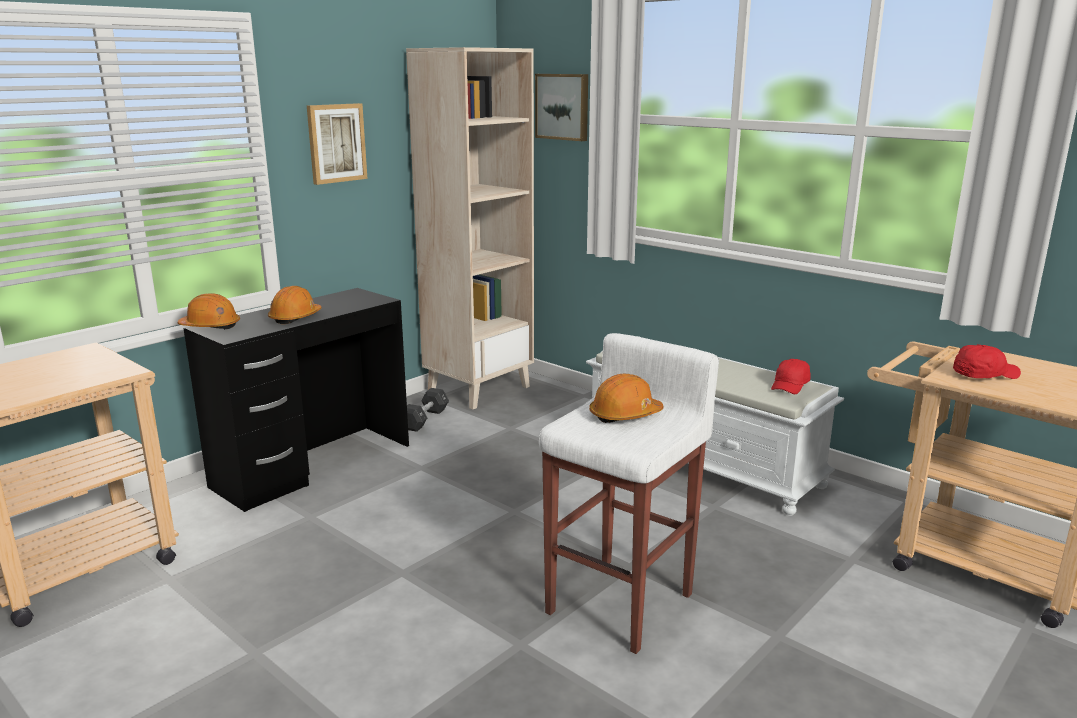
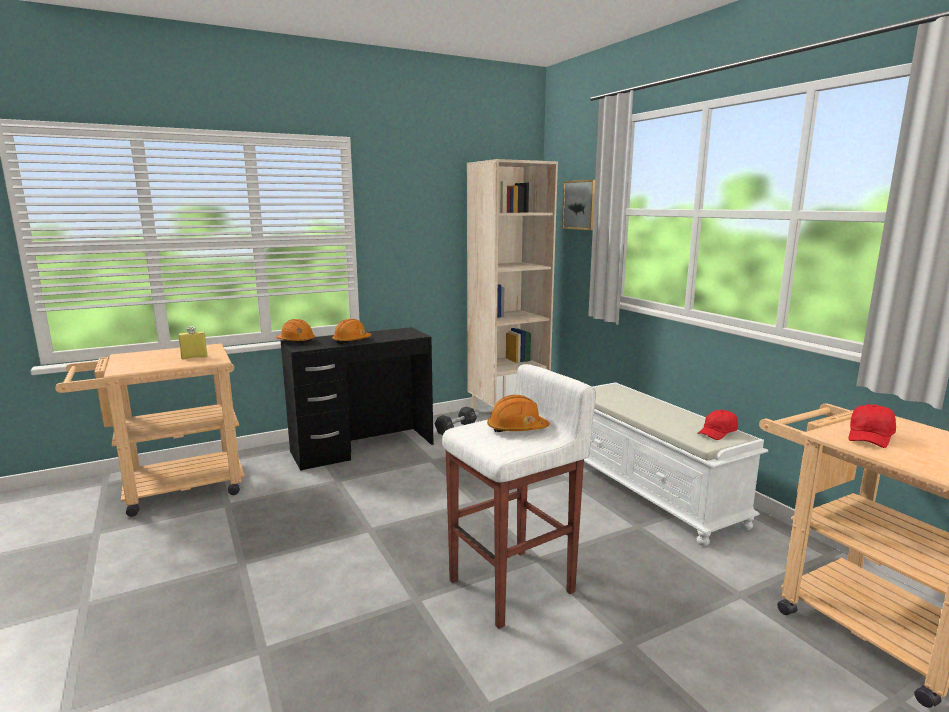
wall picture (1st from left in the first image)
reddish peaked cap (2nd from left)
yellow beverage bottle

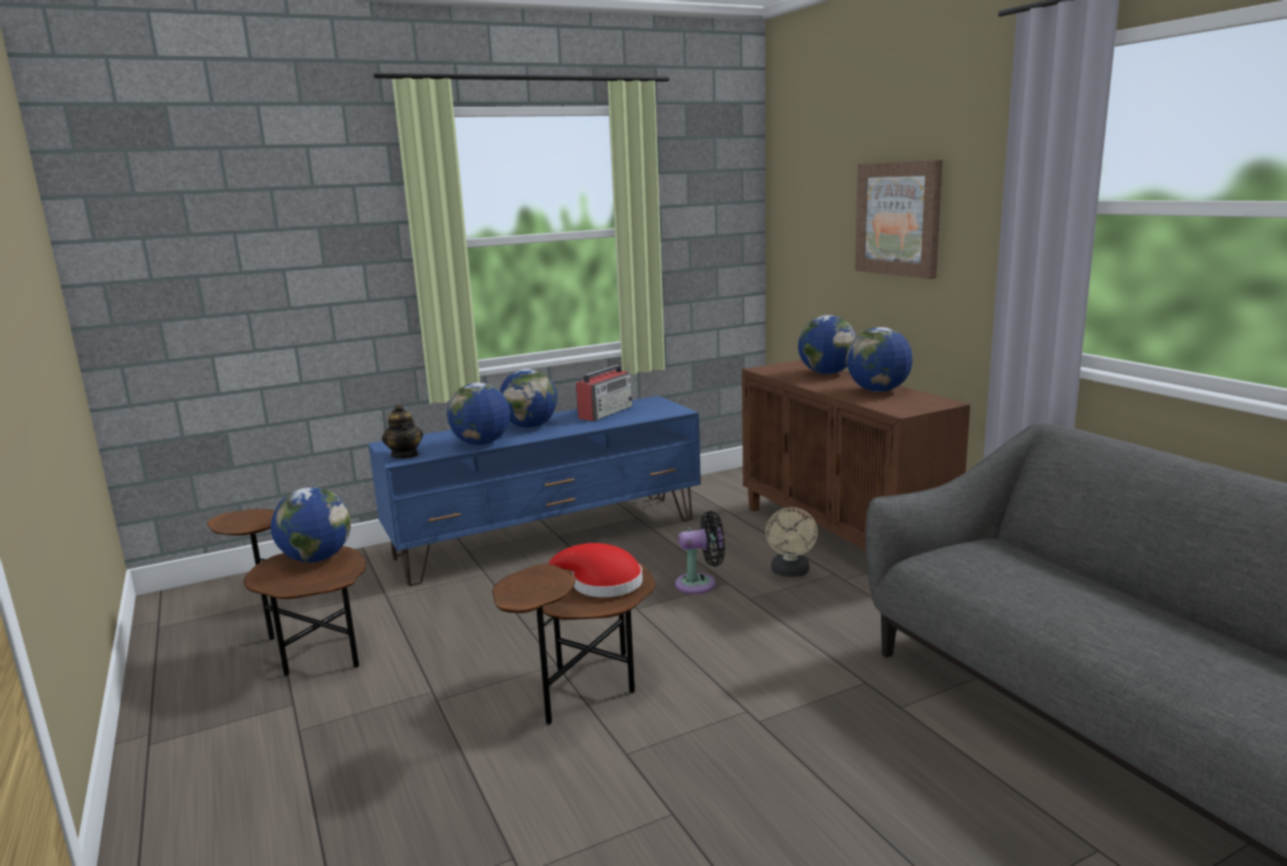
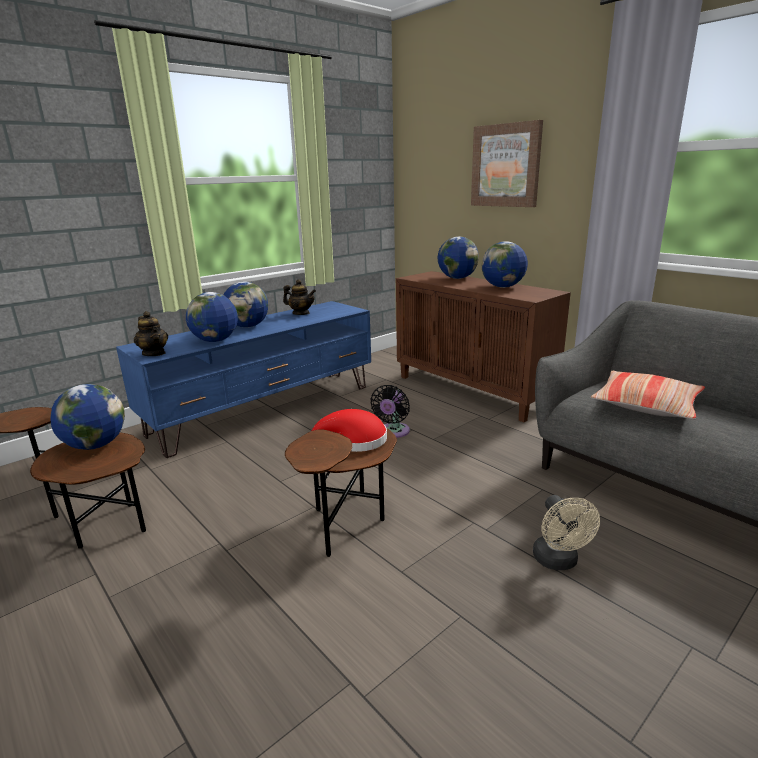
teapot (2nd from left)
sand-coloured cooling fan
blackish cooling fan
cushion

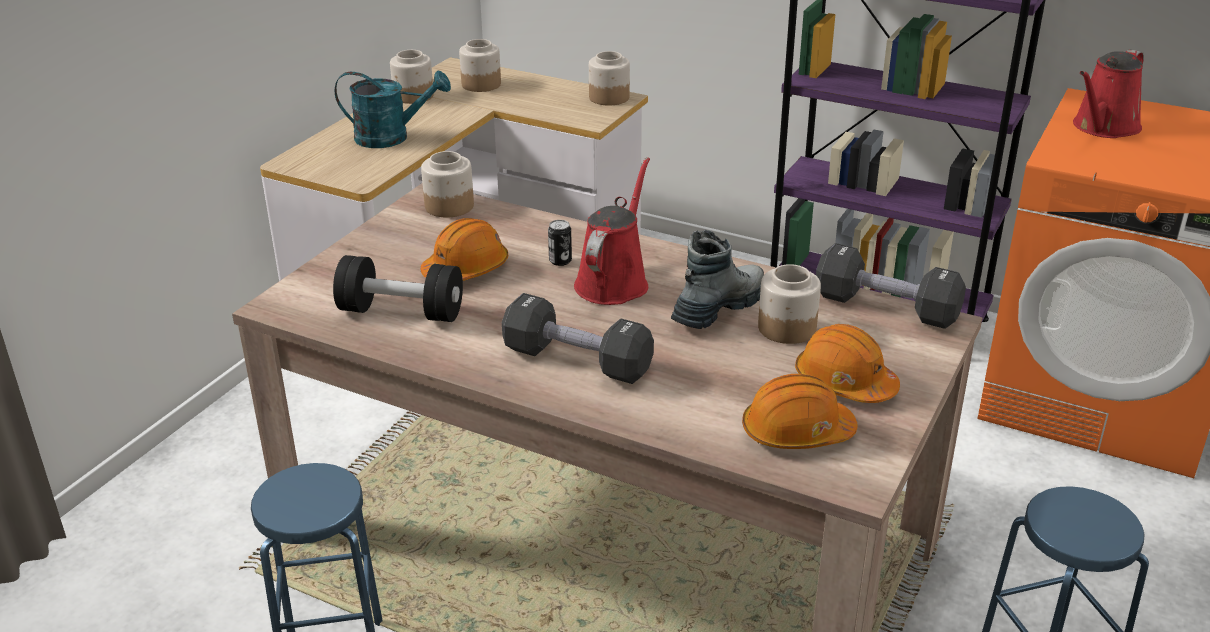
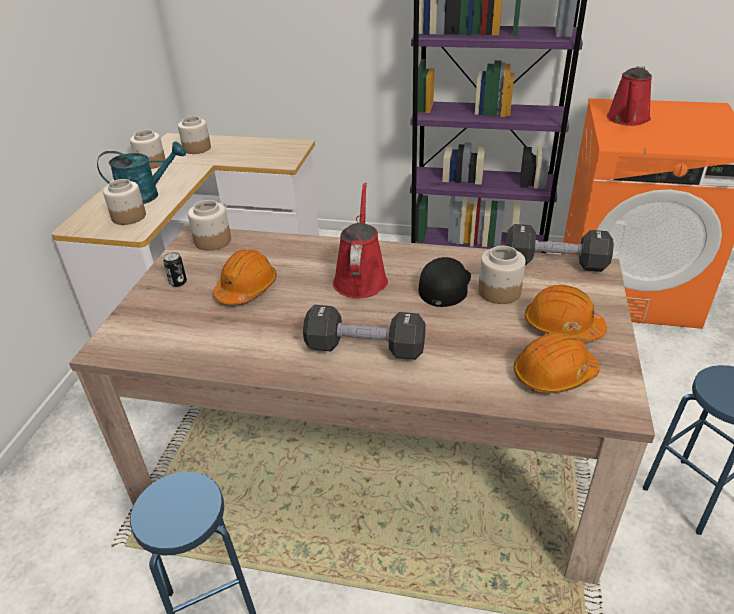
preserve jar (1st from left)
metal can
blackish peaked cap
blackish free weight (1st from left in the first image)

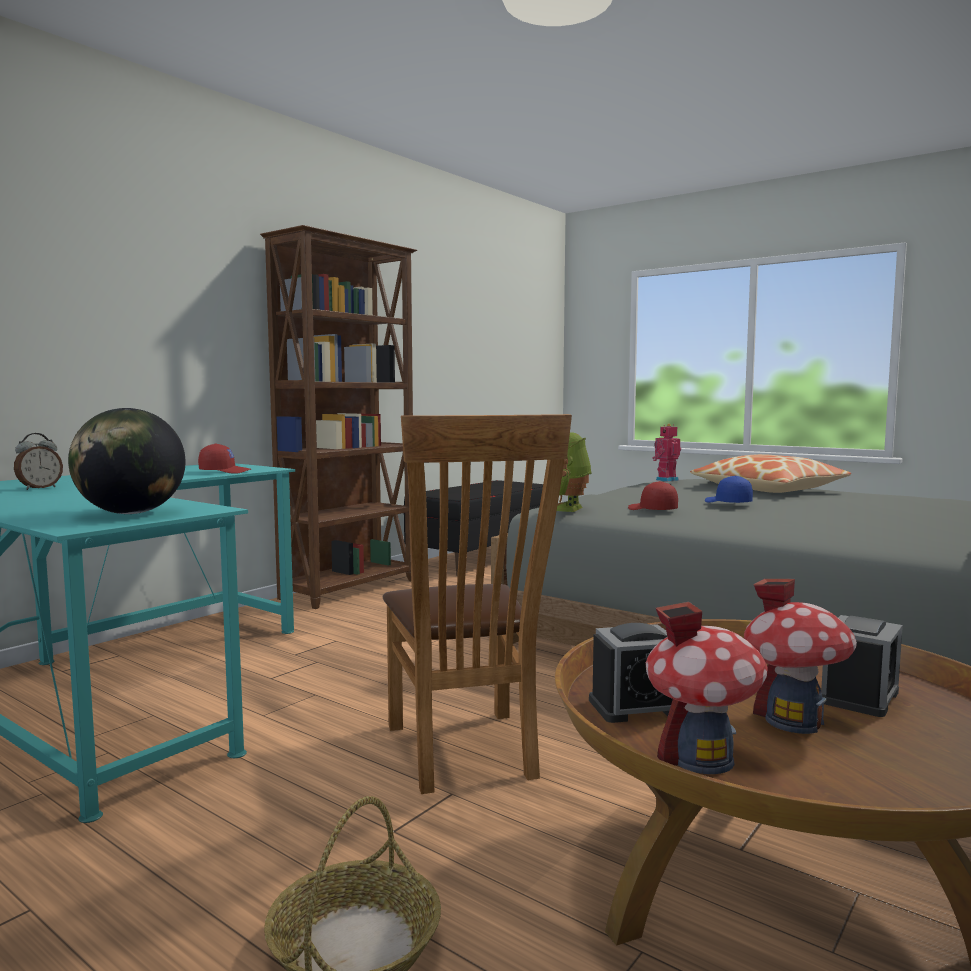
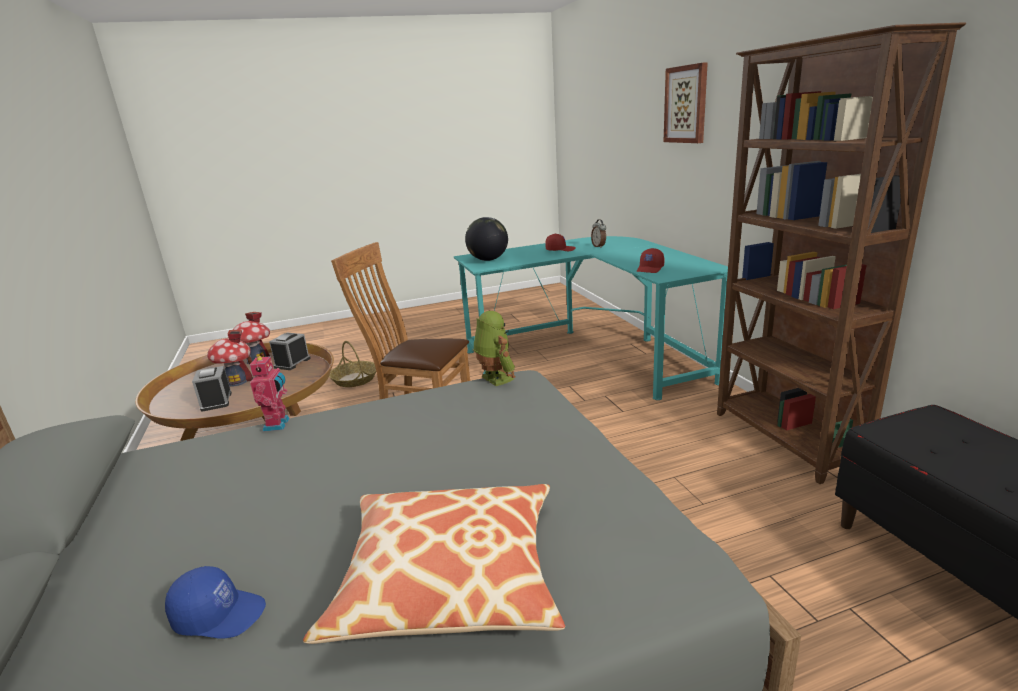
model robot (1st from left)
bluish peaked cap
reddish peaked cap (1st from left)
wall picture

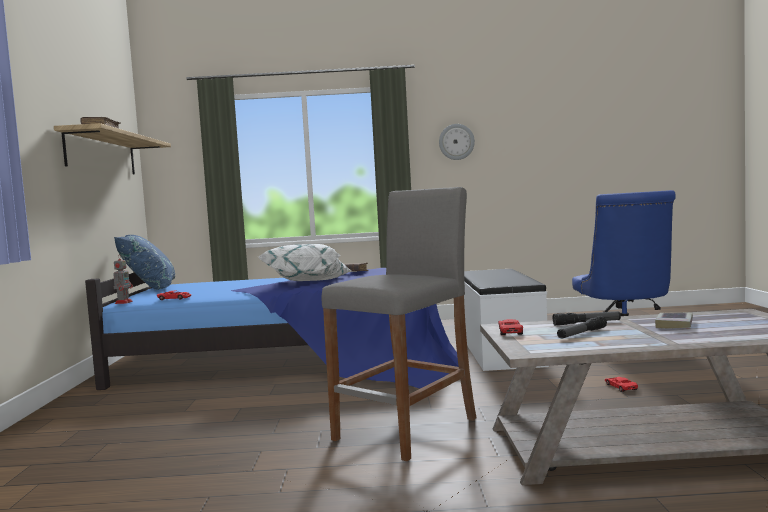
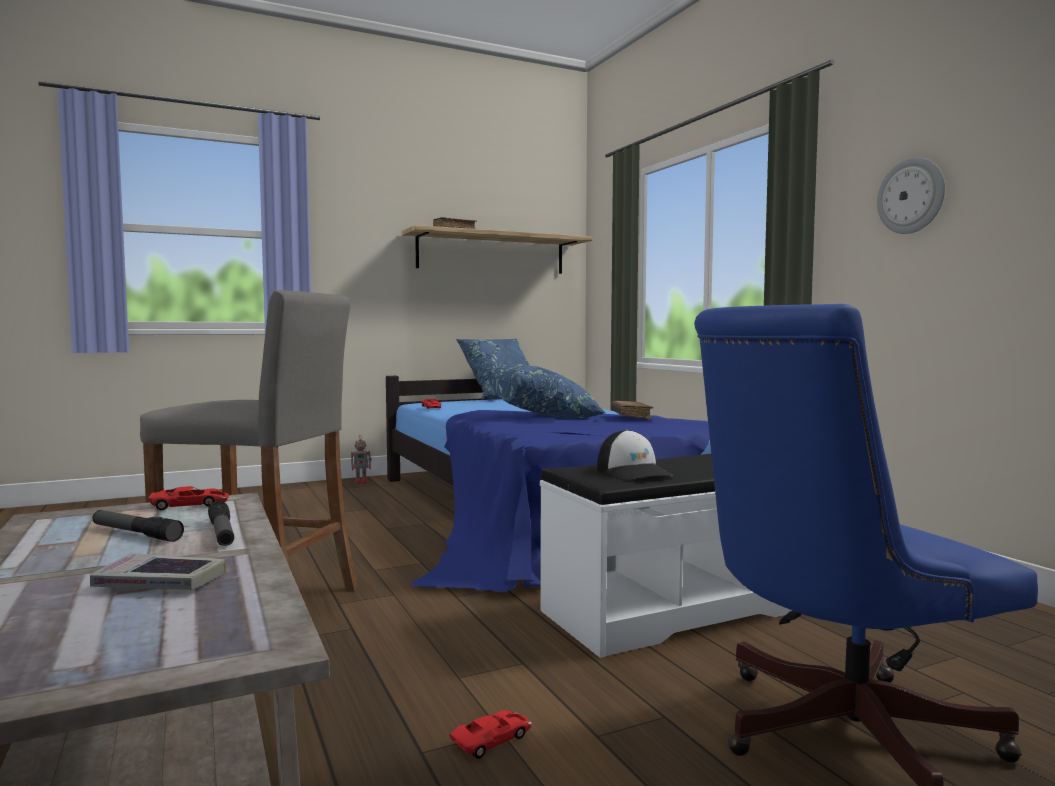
bluish cushion (2nd from left)
model robot
peaked cap

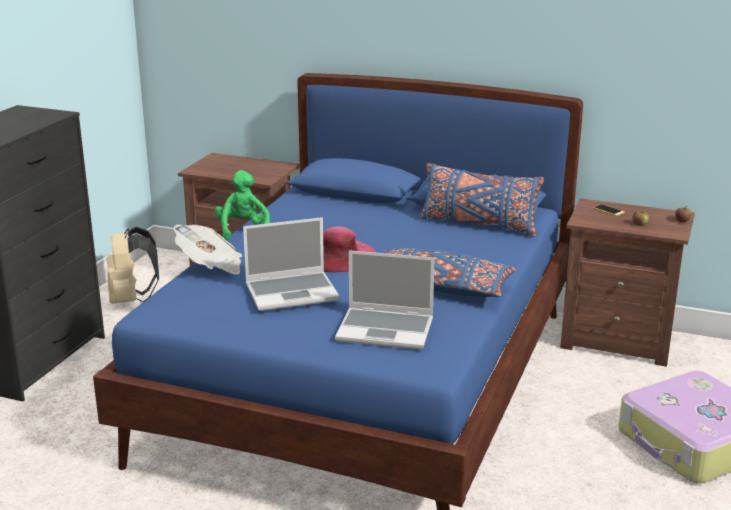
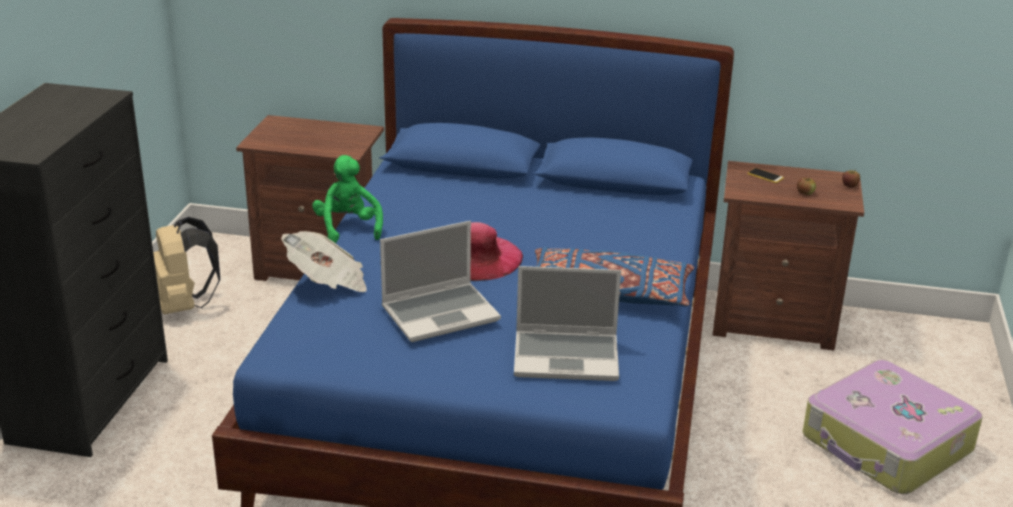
bluish cushion (2nd from left in the first image)

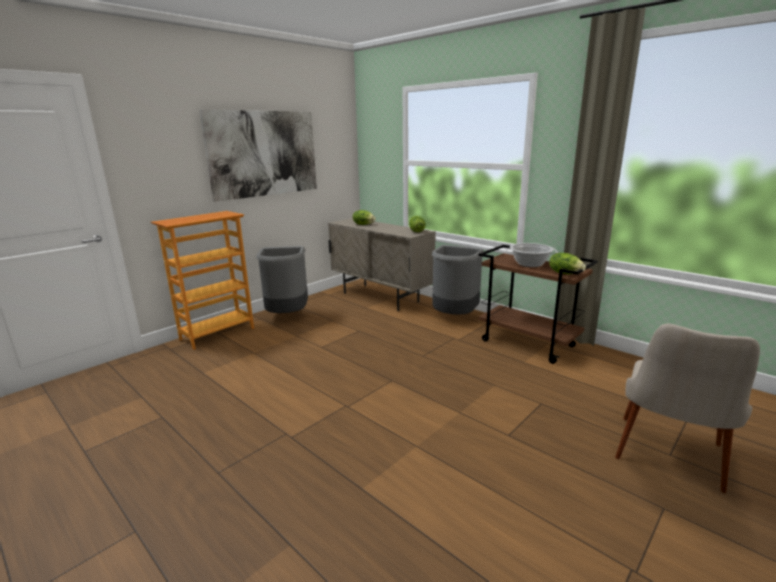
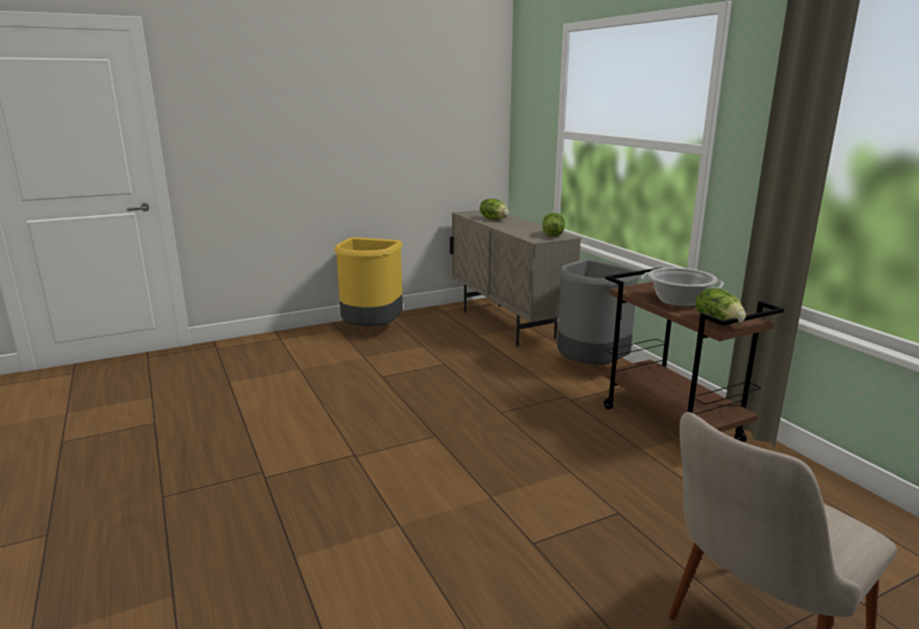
wall picture
bookcase
yellow waste bin

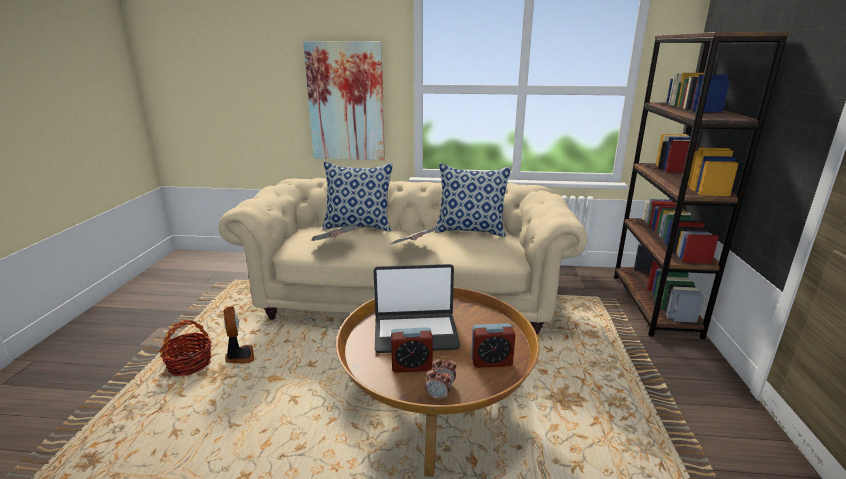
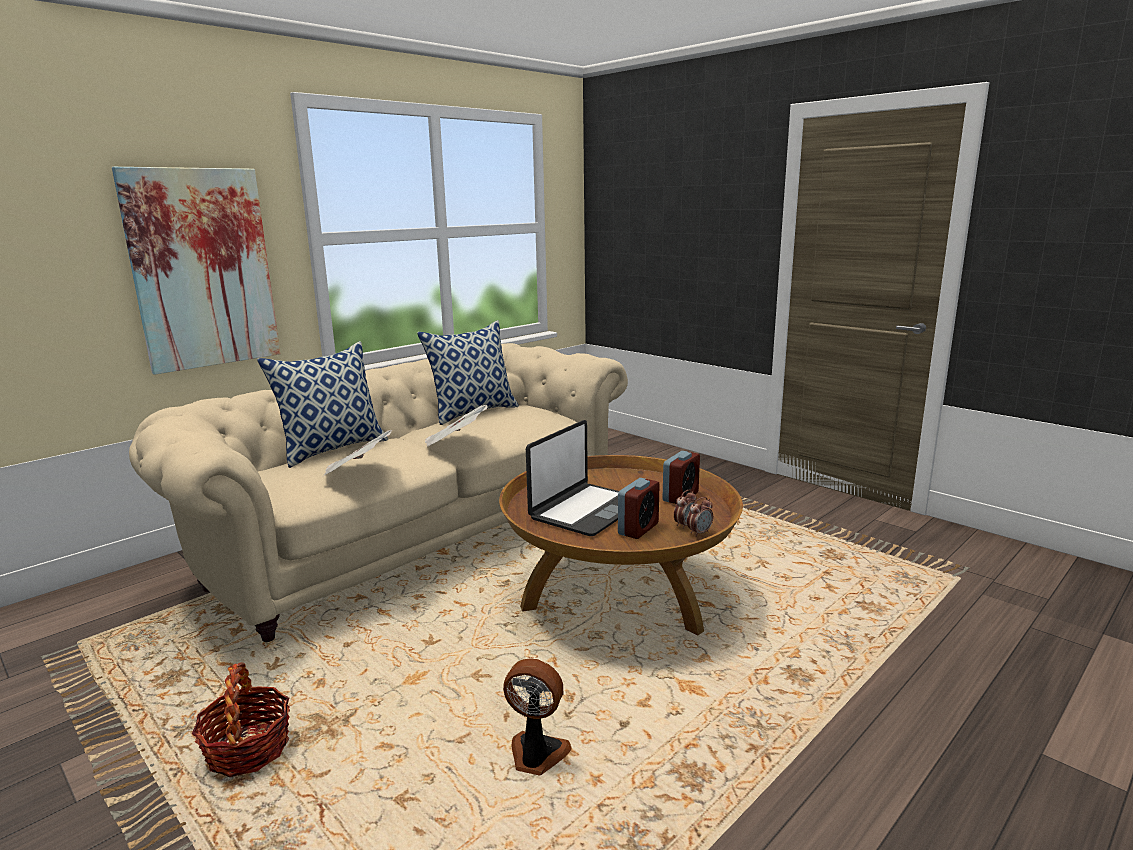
brownish bookcase
cooling fan

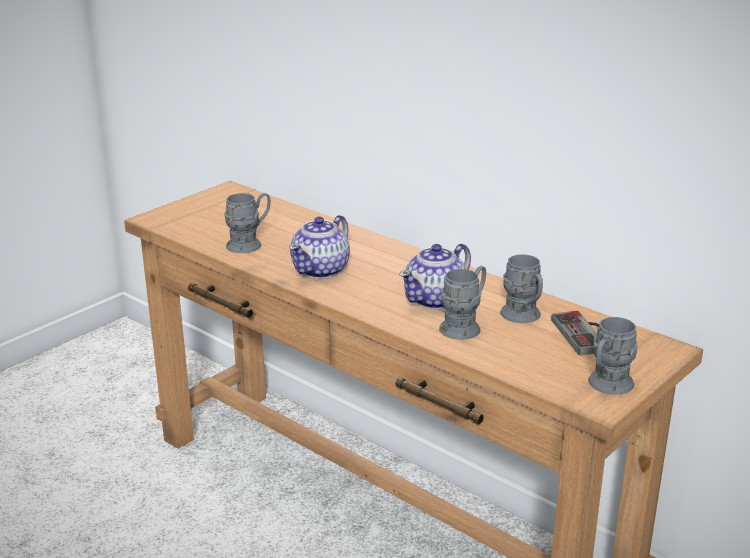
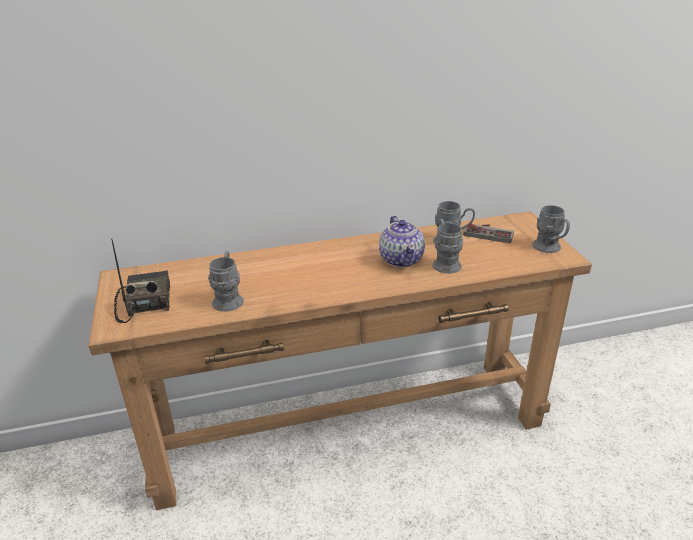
teapot (1st from left in the first image)
radio receiver

